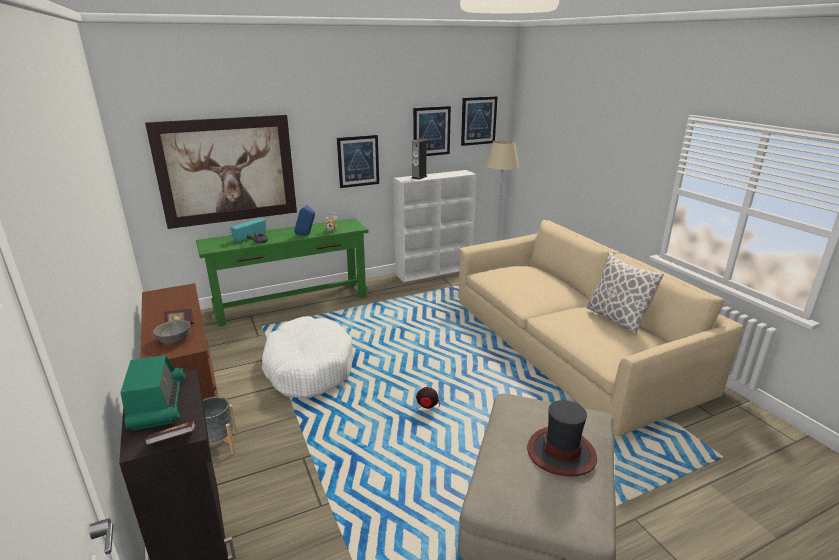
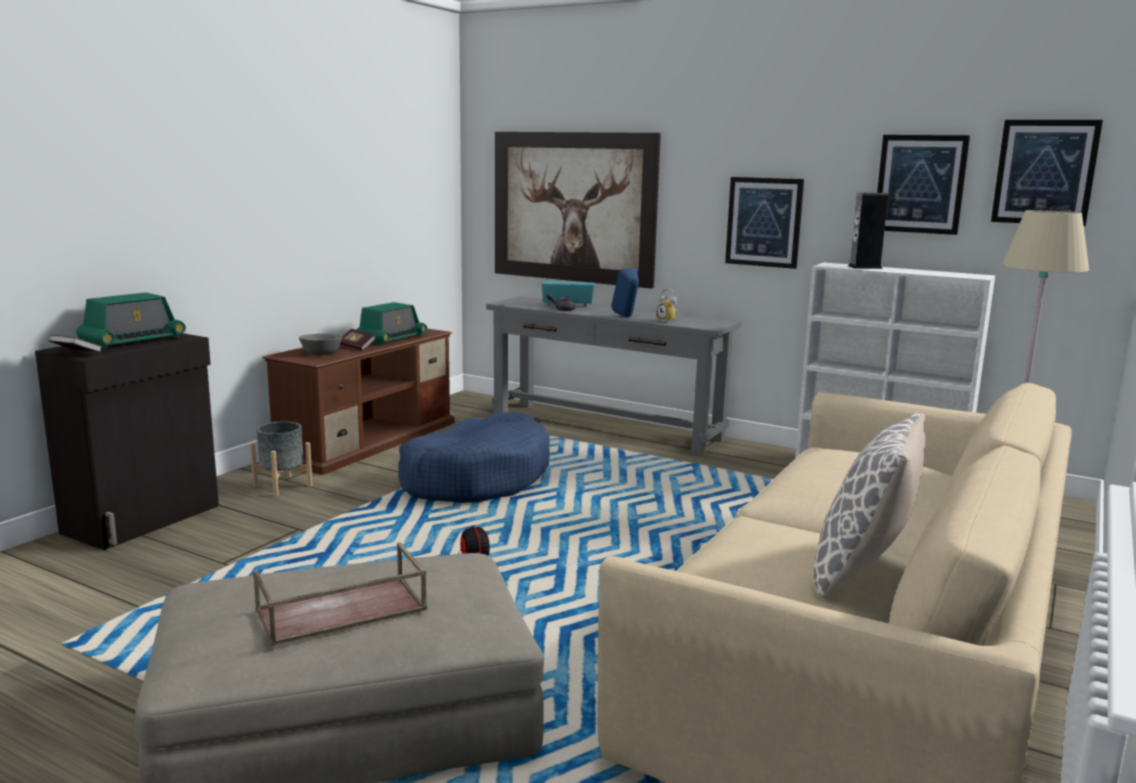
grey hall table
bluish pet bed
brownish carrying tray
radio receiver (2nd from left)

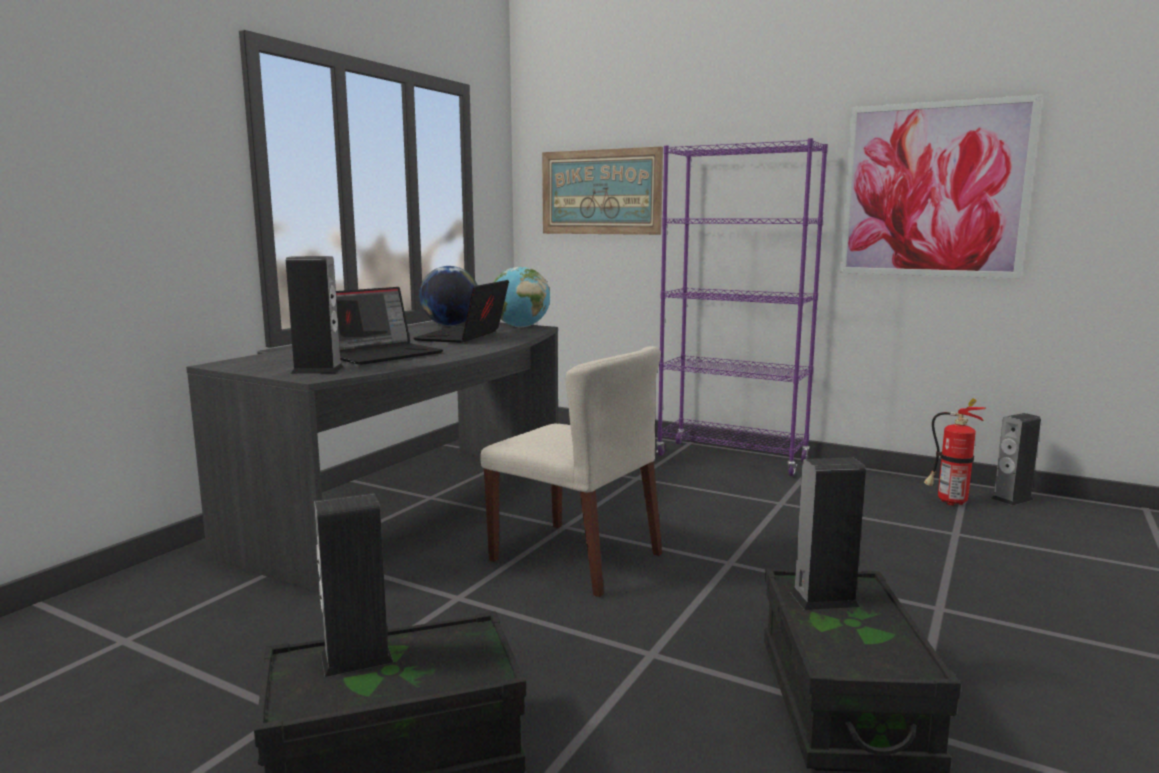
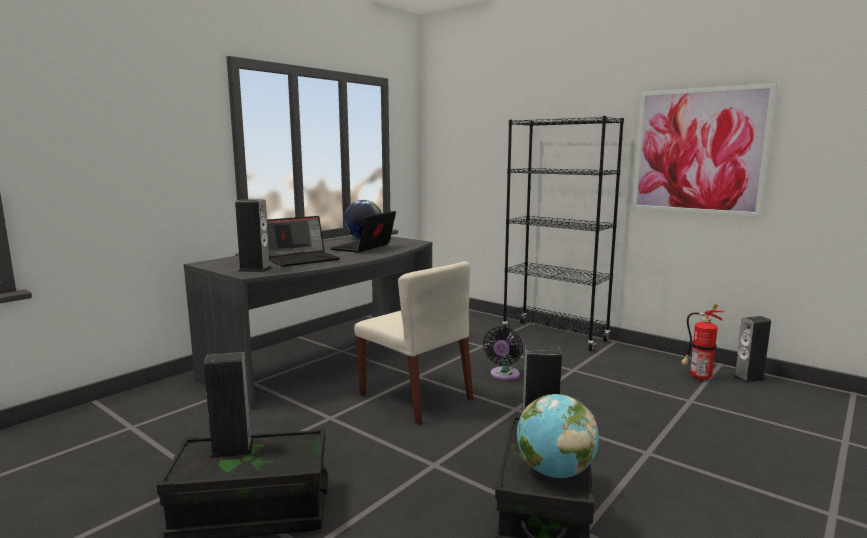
blackish bookcase
wall picture (1st from left in the first image)
desk globe (2nd from left)
blackish cooling fan

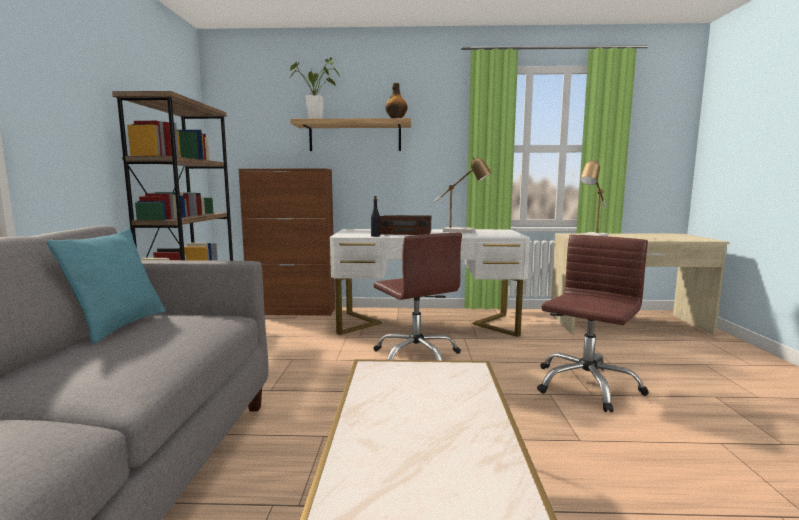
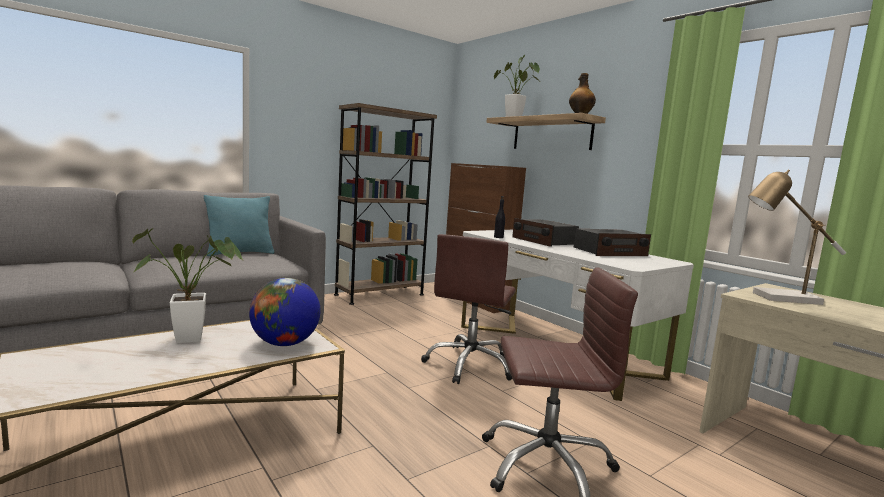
radio receiver (2nd from left)
houseplant (1st from left)
desk globe

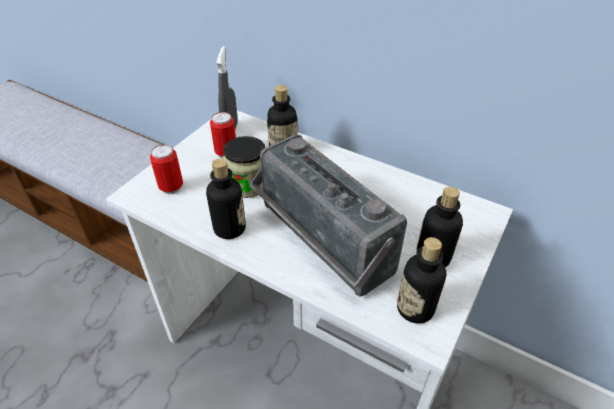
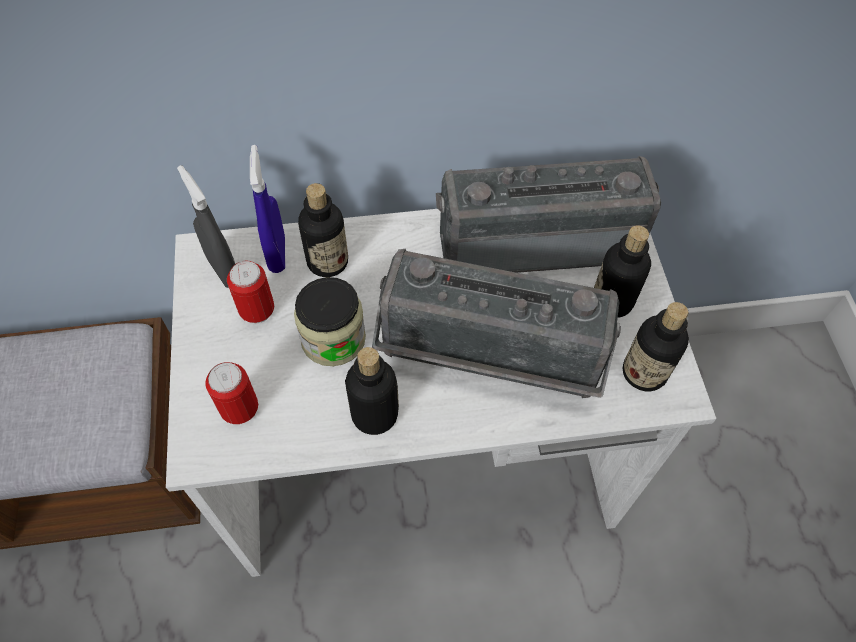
bluish spray bottle
radio receiver (2nd from left)

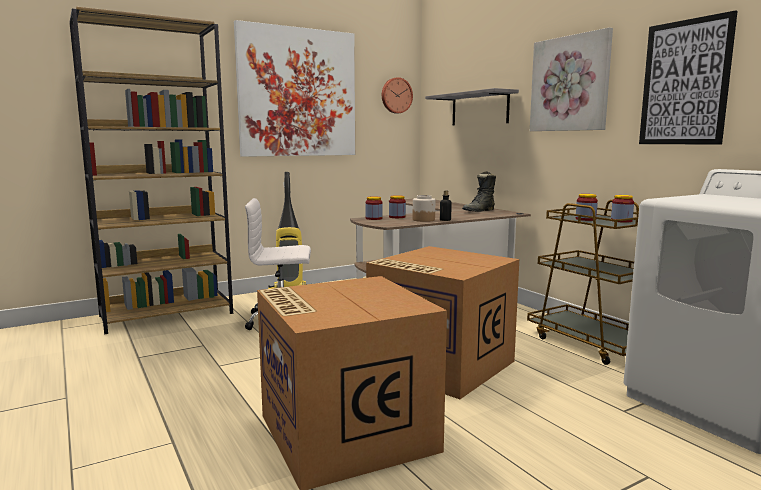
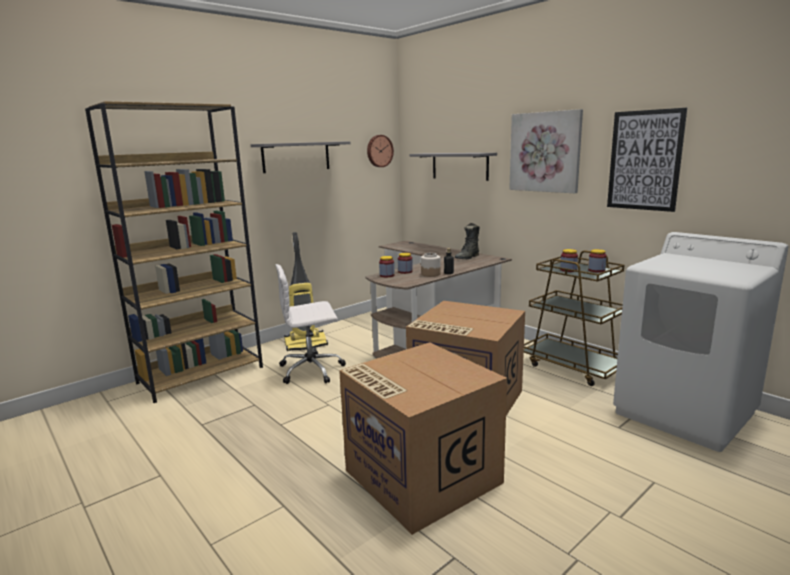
grey shelf (1st from left)

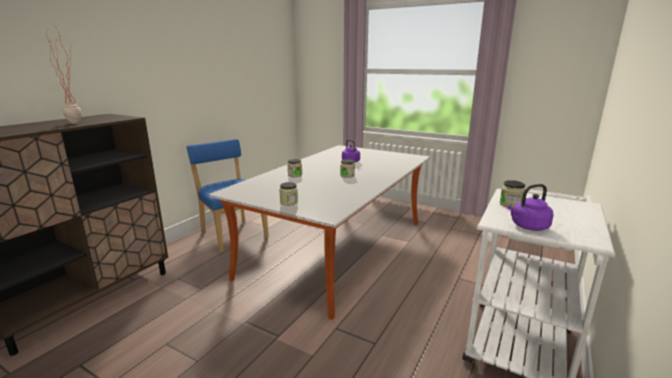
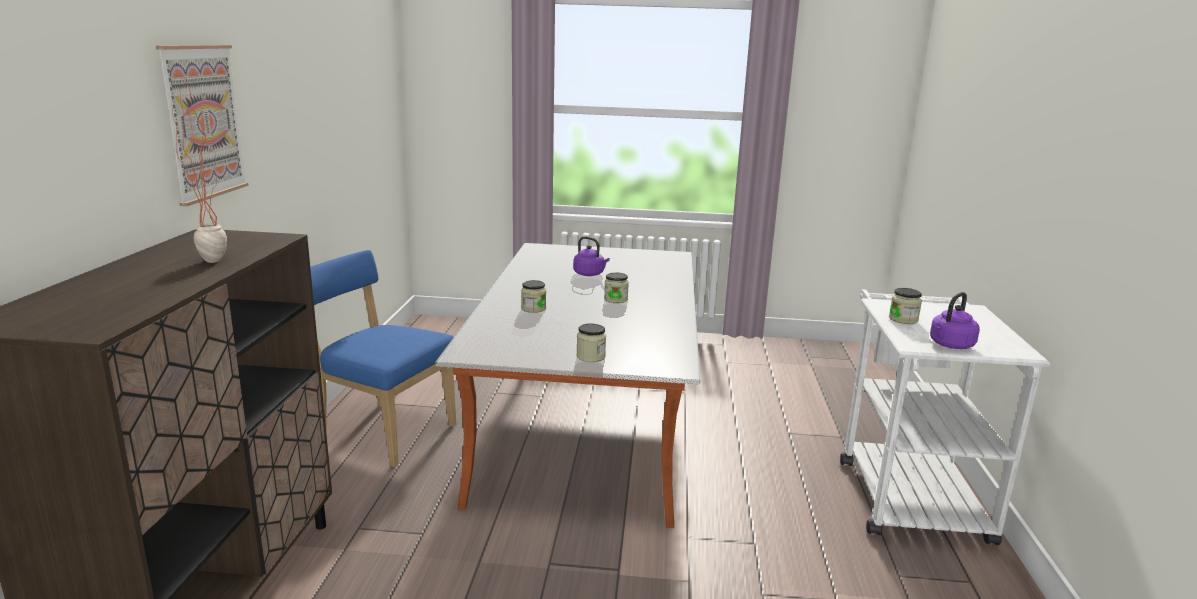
wall picture

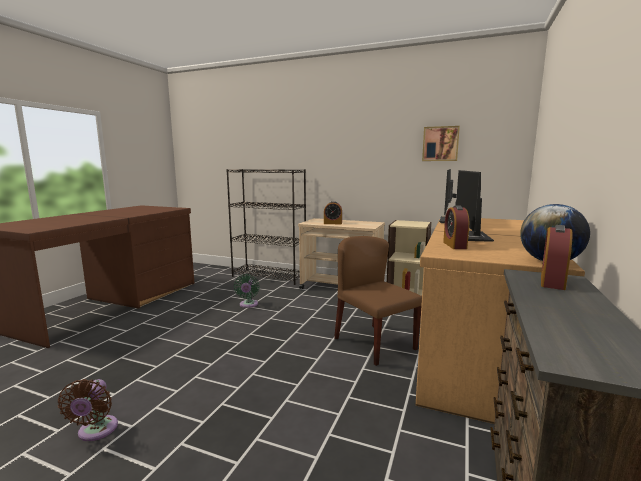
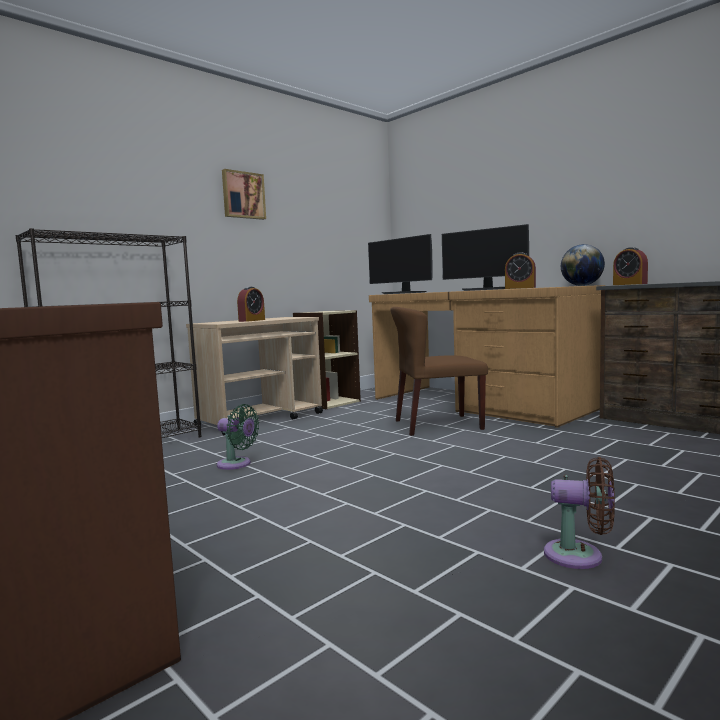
wall picture

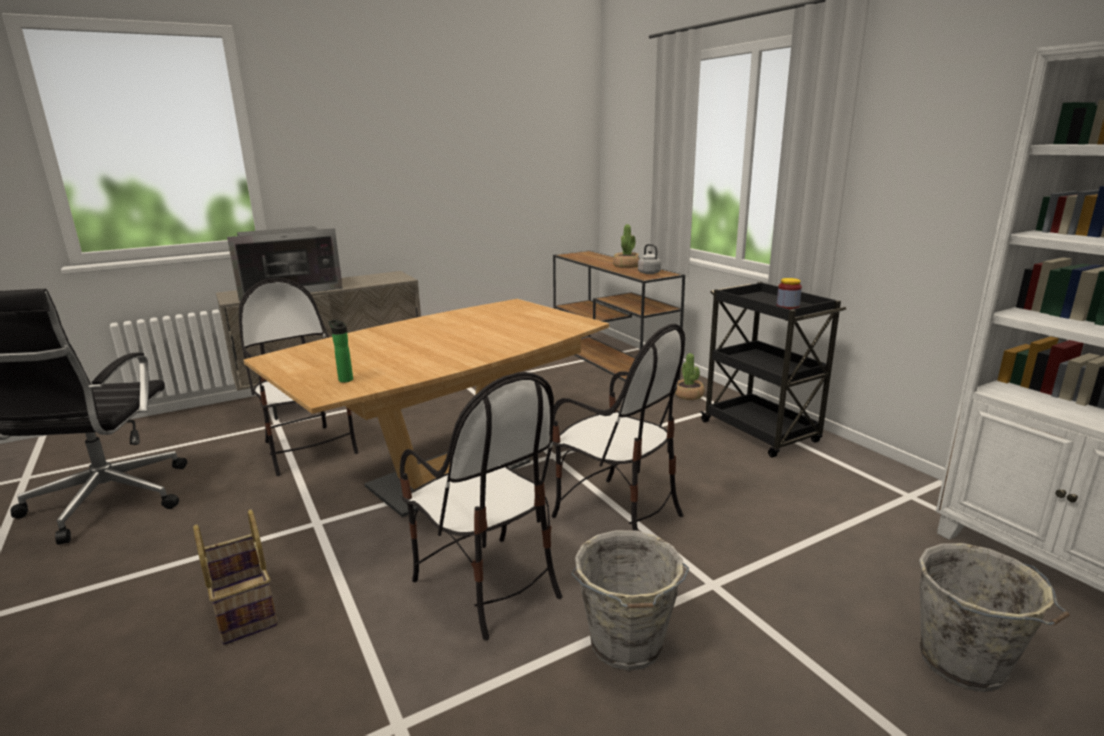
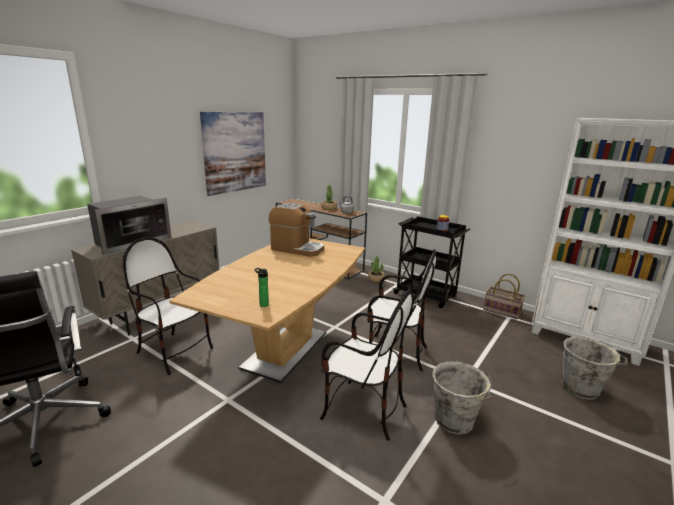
household basket
wall picture
coffee maker

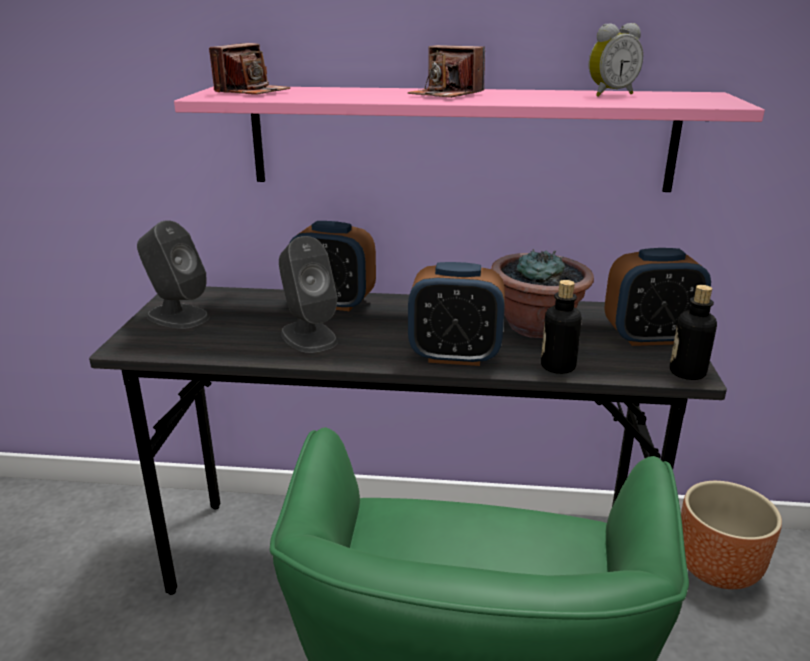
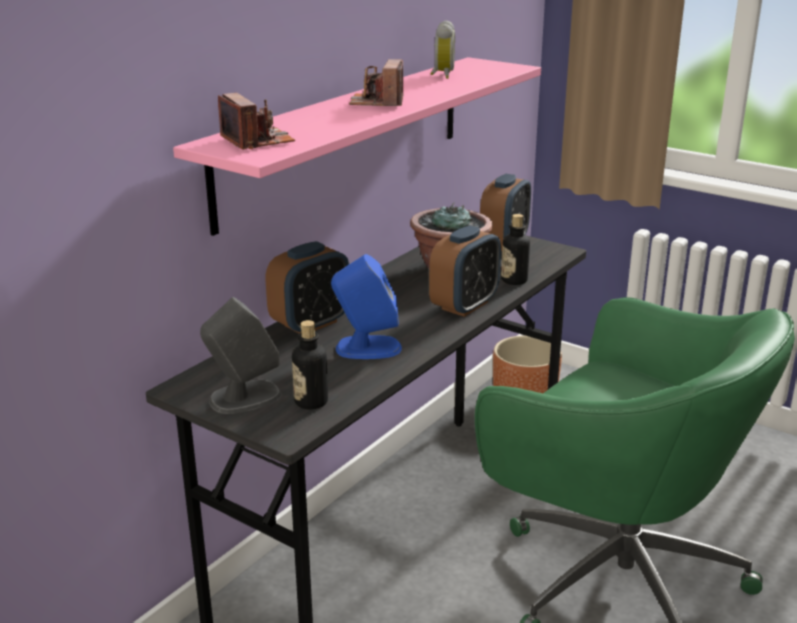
still camera (2nd from left)
bluish speaker
beverage bottle (1st from left)

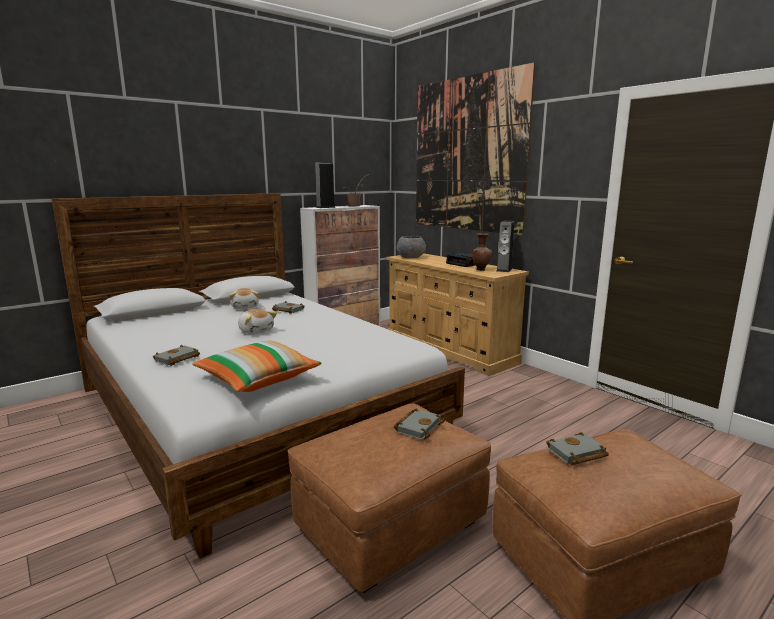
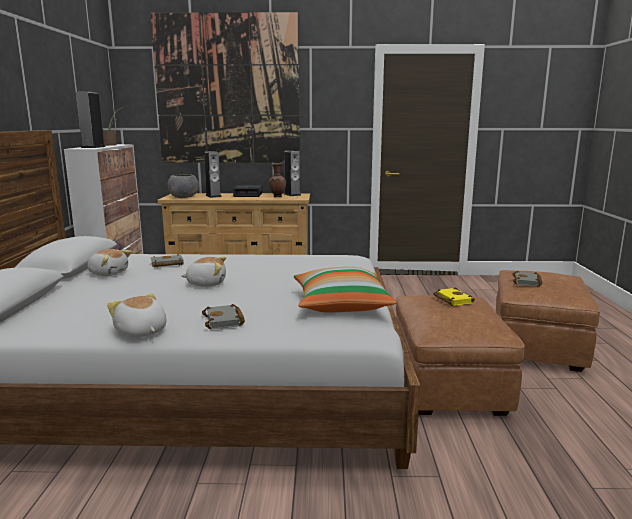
yellow book
speaker (2nd from left)
plush toy (2nd from left)

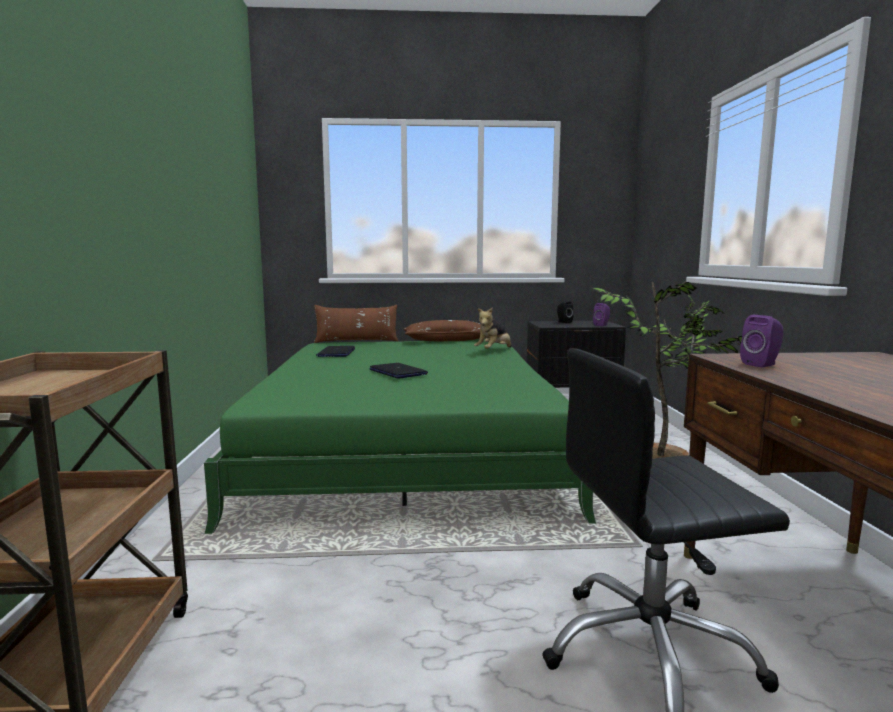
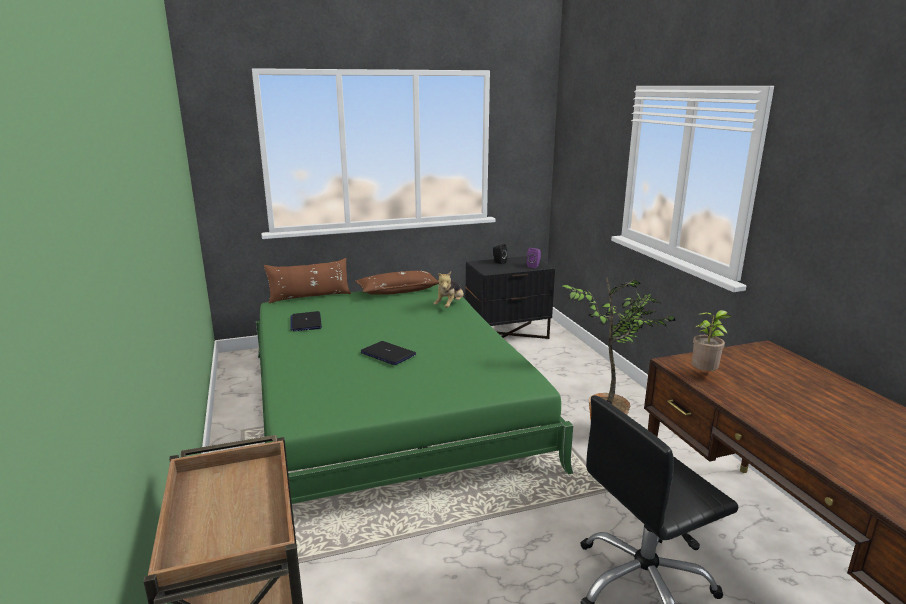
houseplant (2nd from left)

